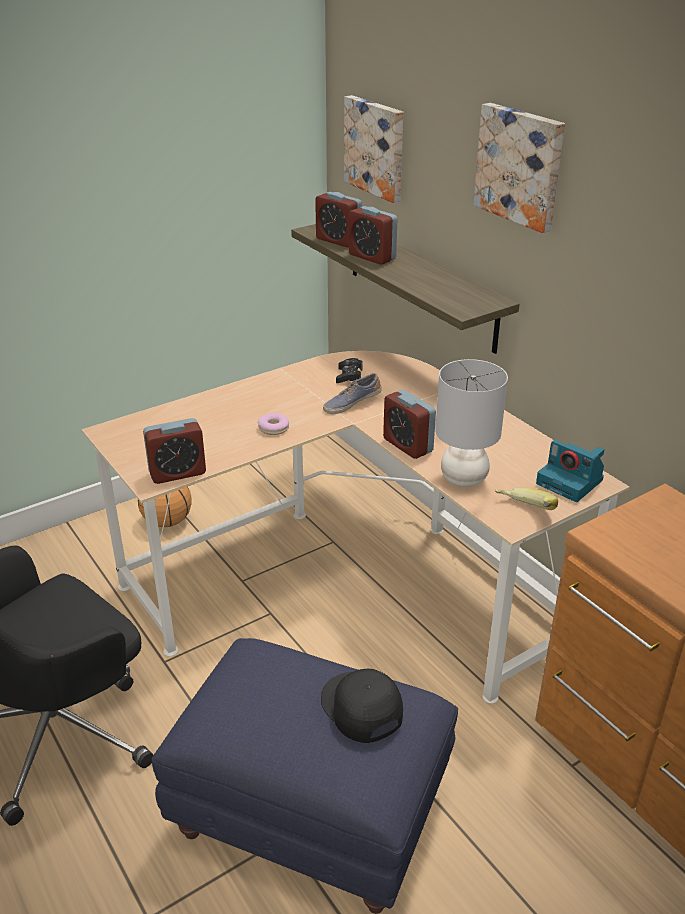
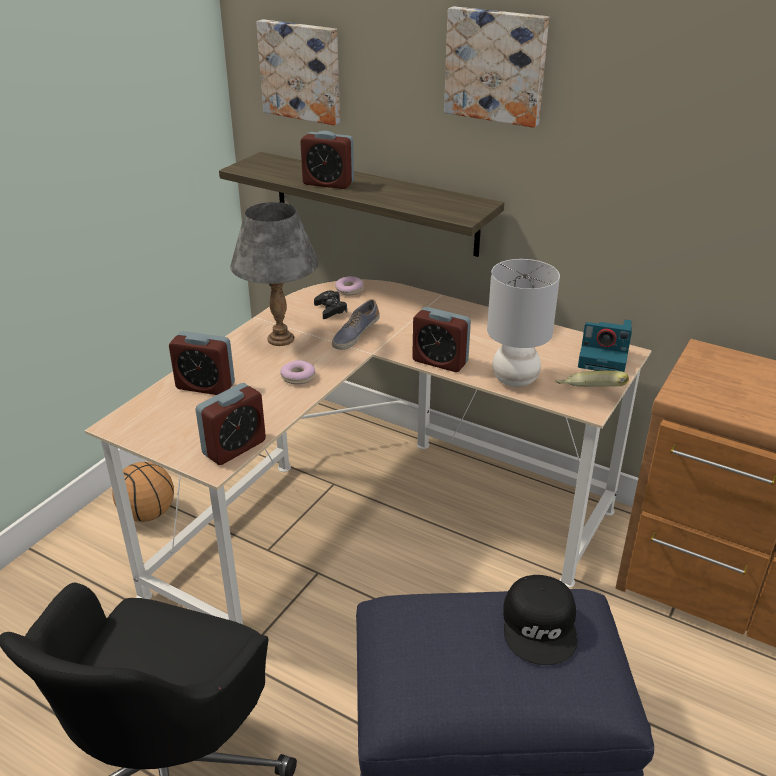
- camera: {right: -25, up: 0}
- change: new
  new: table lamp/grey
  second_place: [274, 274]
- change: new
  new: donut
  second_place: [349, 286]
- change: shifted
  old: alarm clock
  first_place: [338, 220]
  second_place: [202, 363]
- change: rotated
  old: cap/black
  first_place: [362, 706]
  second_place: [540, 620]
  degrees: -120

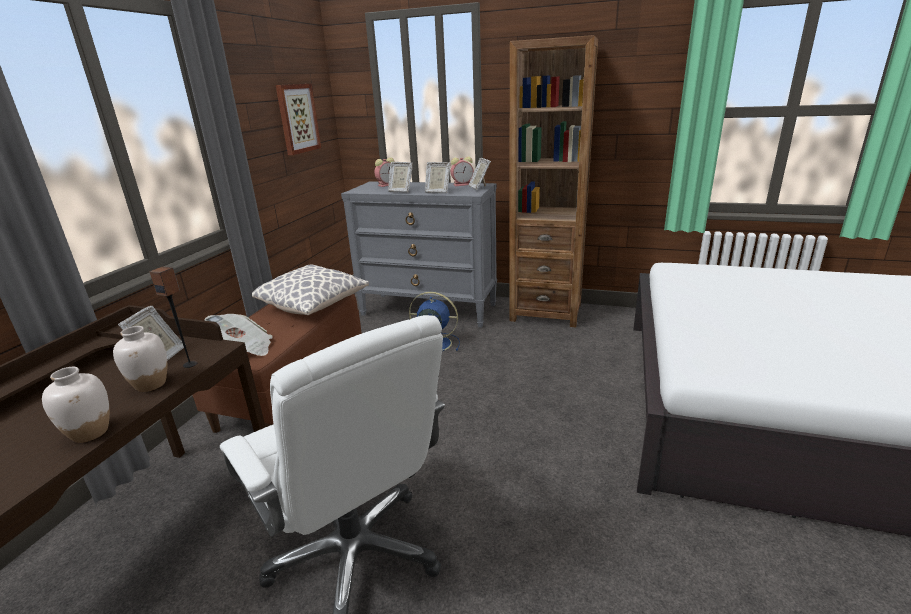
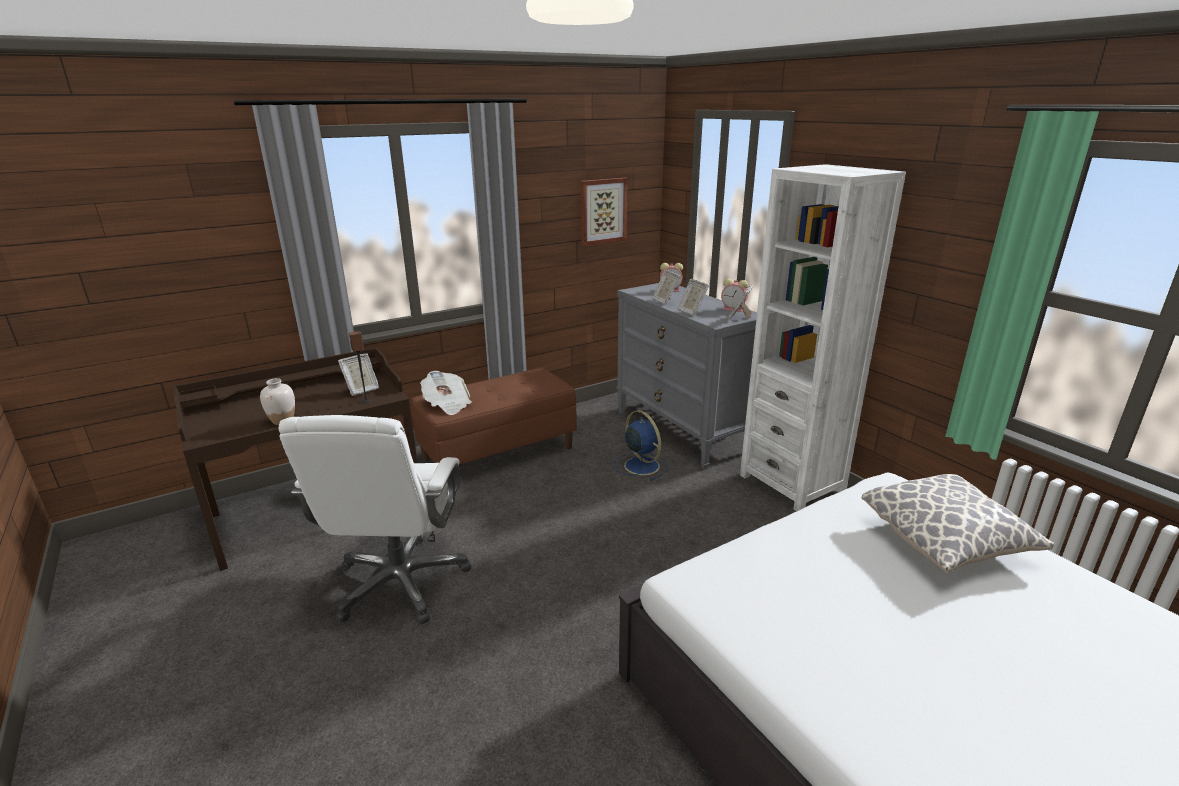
- camera: {right: 40, up: 0}
- change: gone
  old: vase/white
  first_place: [140, 359]
- change: shifted
  old: pillow
  first_place: [310, 290]
  second_place: [957, 523]
- change: repainted
  old: bookcase/brown
  new: bookcase/white
  first_place: [553, 181]
  second_place: [823, 337]

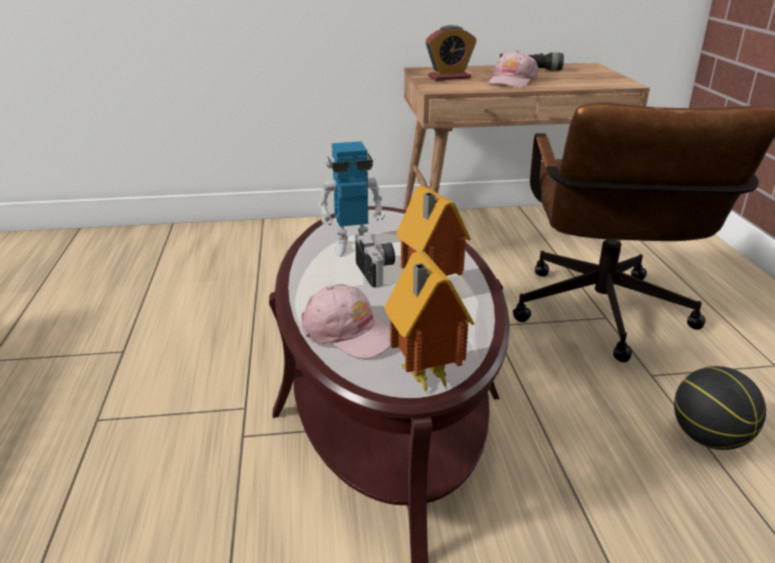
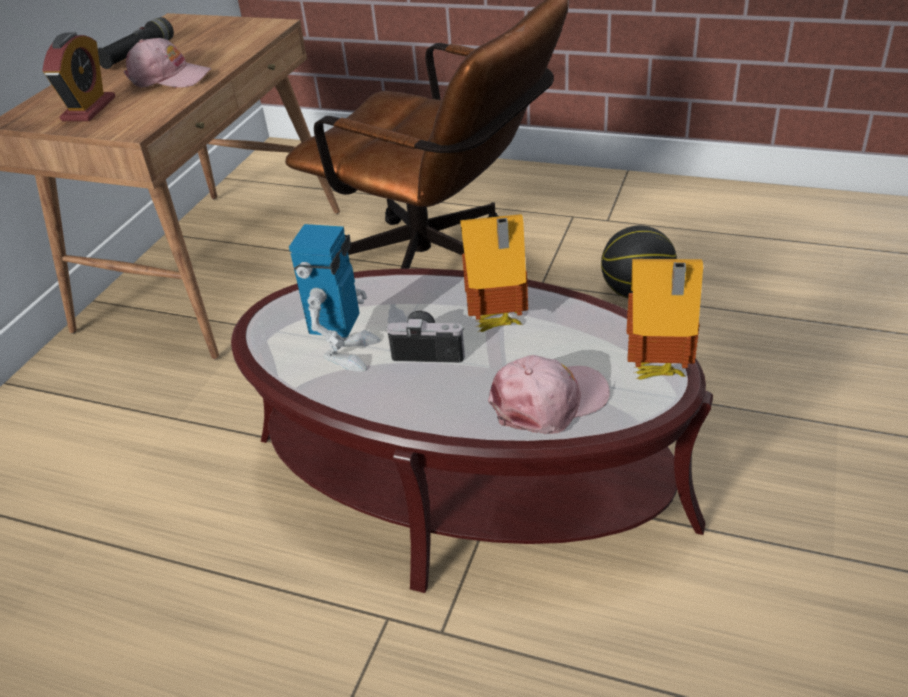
- camera: {right: -60, up: 10}
- change: rotated
  old: cap/pink
  first_place: [513, 69]
  second_place: [167, 63]
  degrees: -45

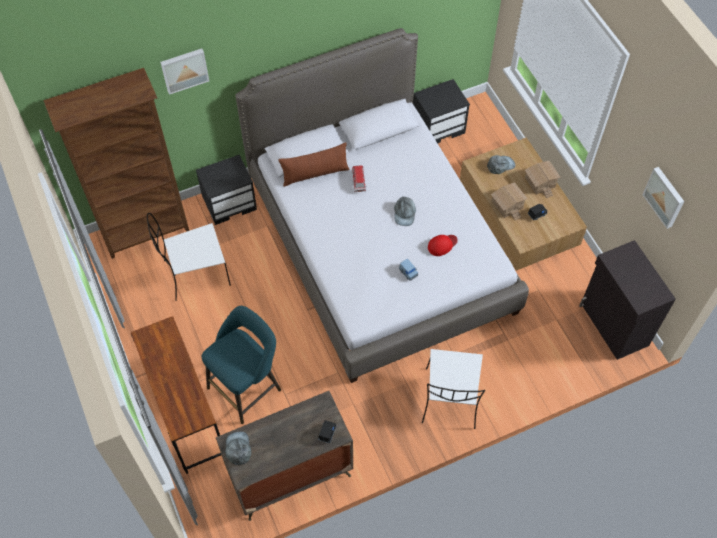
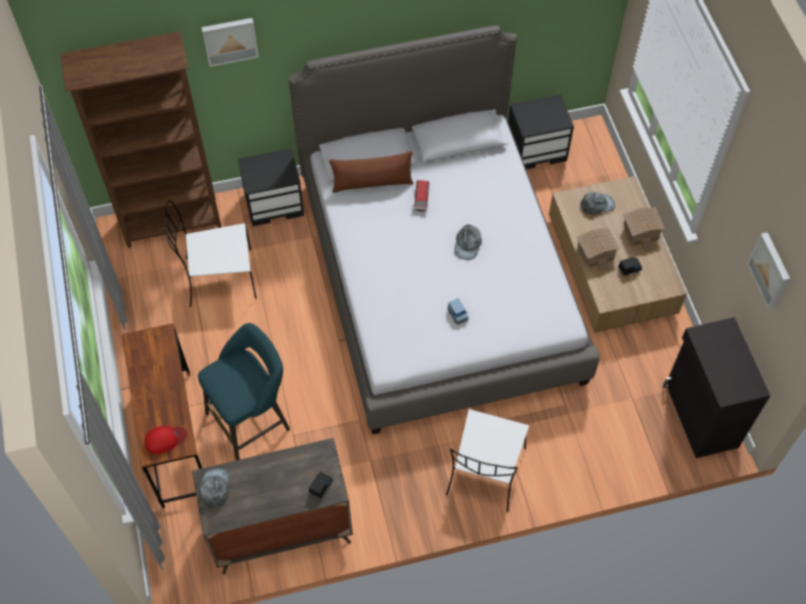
- camera: {right: 10, up: 0}
- change: shifted
  old: cap/red
  first_place: [443, 245]
  second_place: [166, 440]

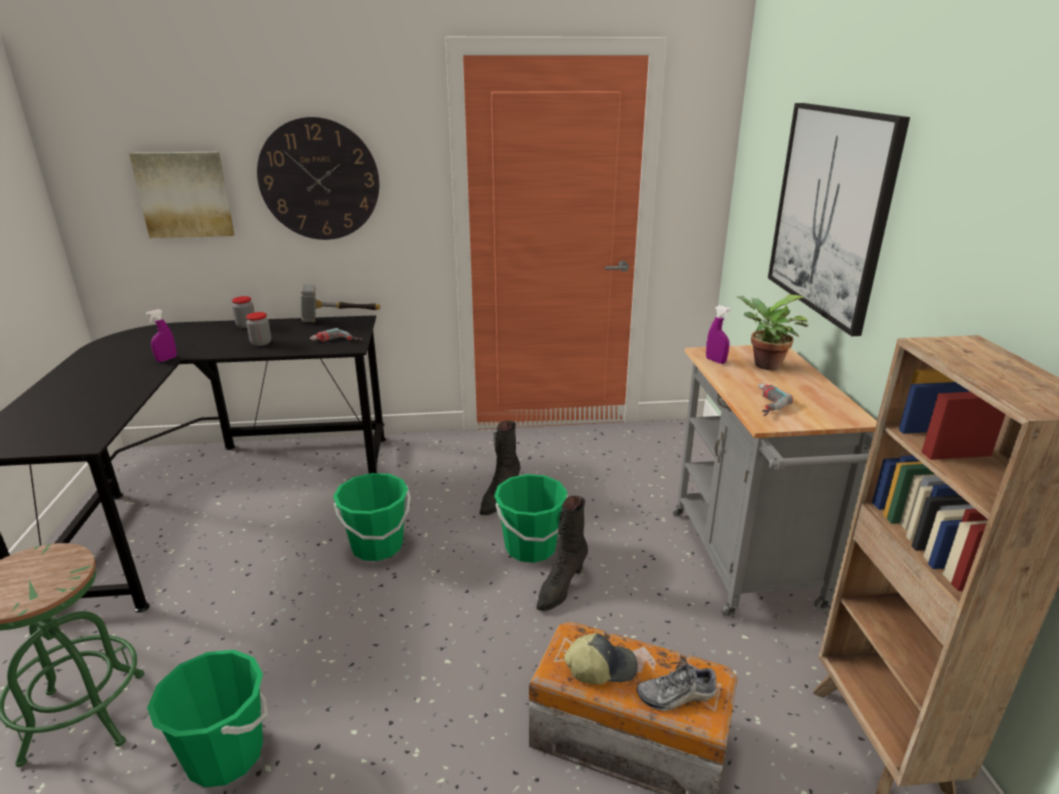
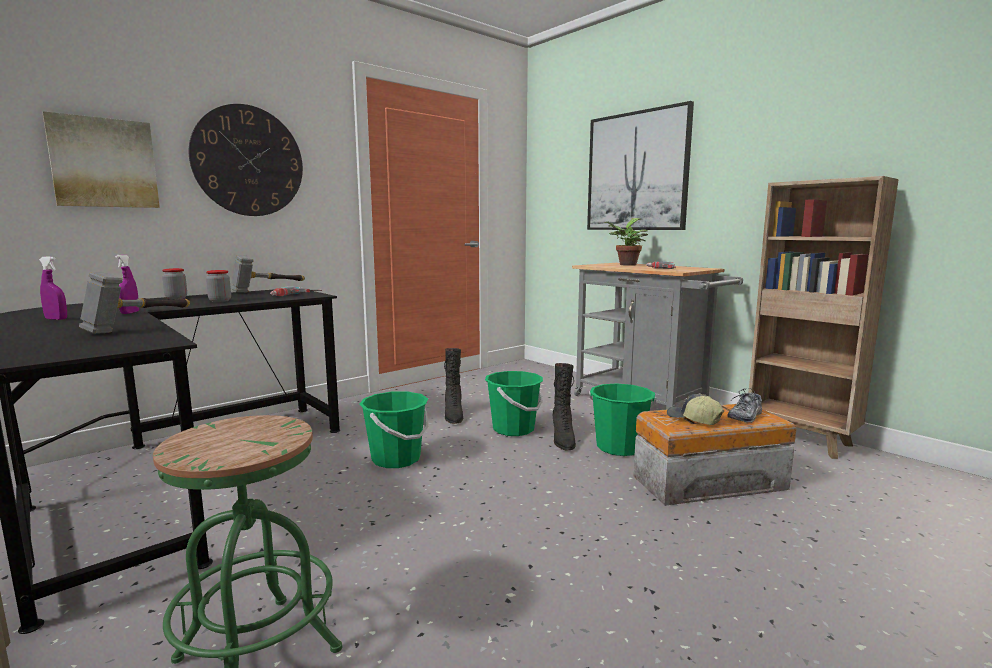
- camera: {right: -35, up: -15}
- change: new
  new: hammer
  second_place: [134, 303]
- change: shifted
  old: bucket/green
  first_place: [207, 718]
  second_place: [622, 419]
- change: shifted
  old: spray bottle/purple
  first_place: [719, 334]
  second_place: [53, 288]
- change: rotated
  old: cap
  first_place: [601, 659]
  second_place: [695, 409]
  degrees: -90

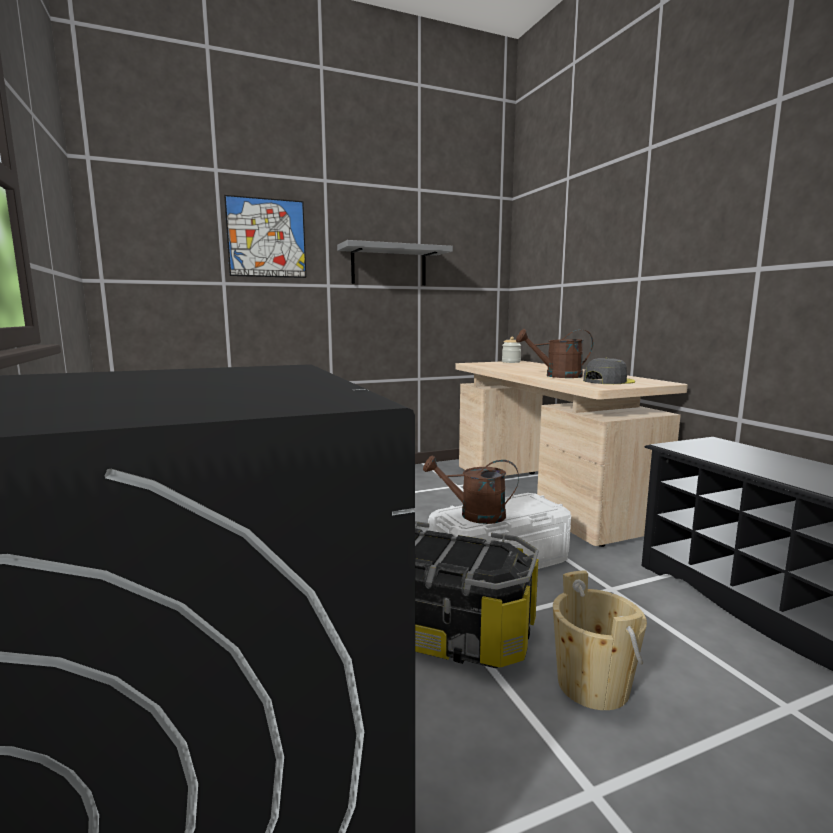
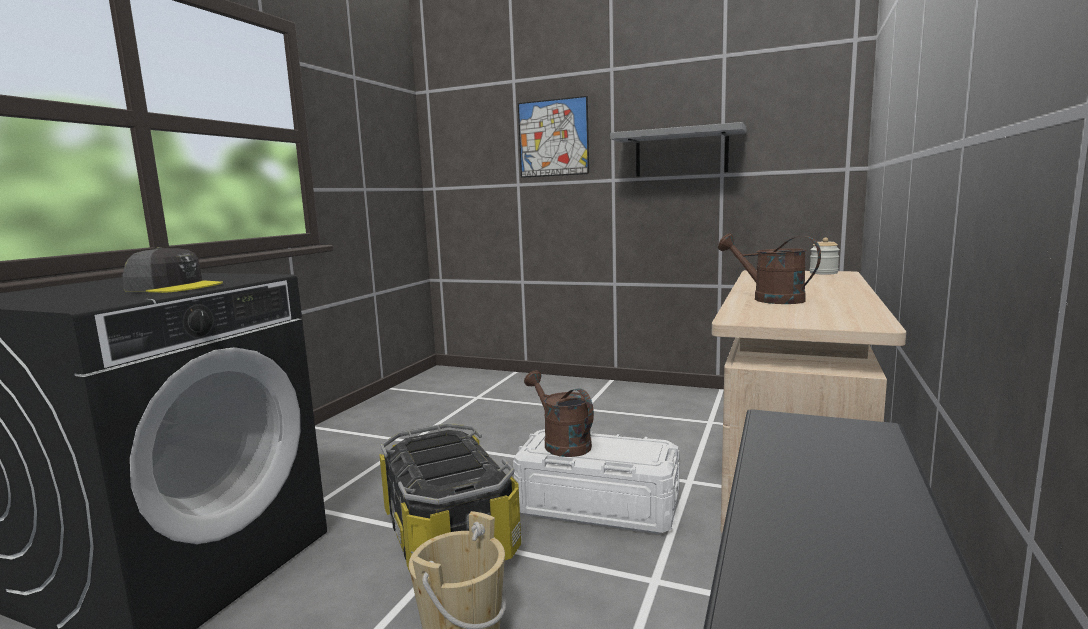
- camera: {right: 45, up: 0}
- change: shifted
  old: cap/grey
  first_place: [609, 370]
  second_place: [173, 270]

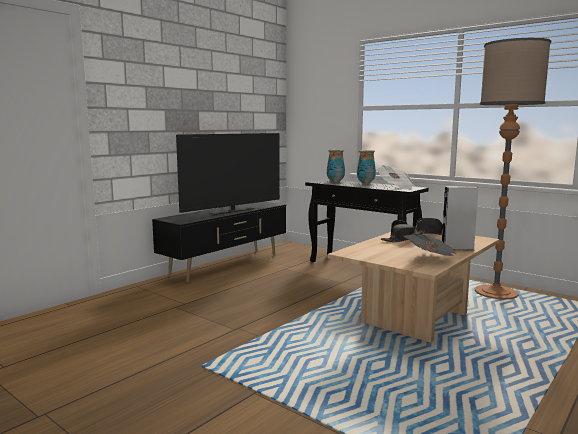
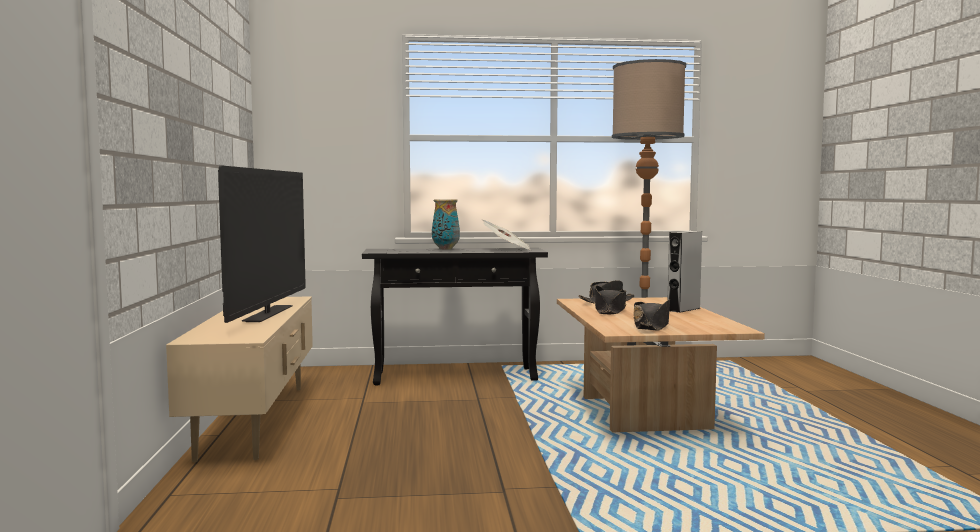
- camera: {right: -45, up: -5}
- change: gone
  old: vase
  first_place: [336, 166]
- change: gone
  old: newspaper
  first_place: [429, 245]
- change: new
  new: hat/black
  second_place: [652, 315]
- change: repainted
  old: tv stand/black
  new: tv stand/beige
  first_place: [219, 242]
  second_place: [239, 379]

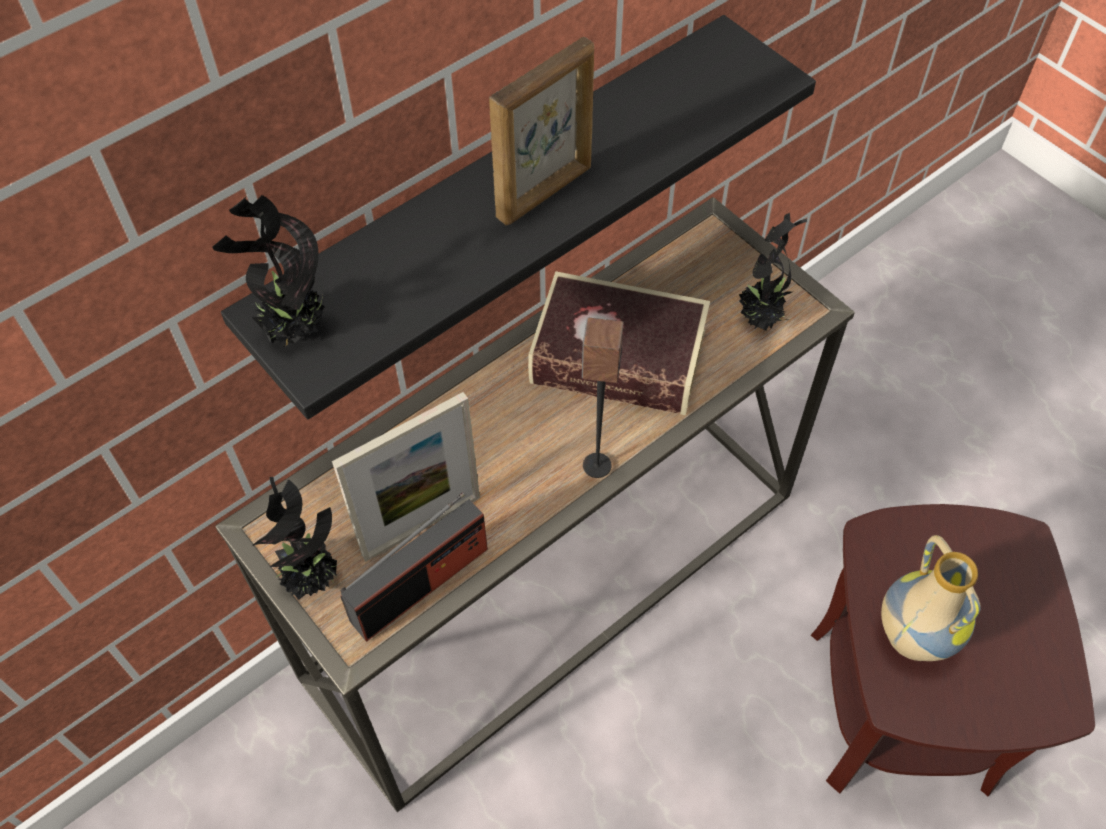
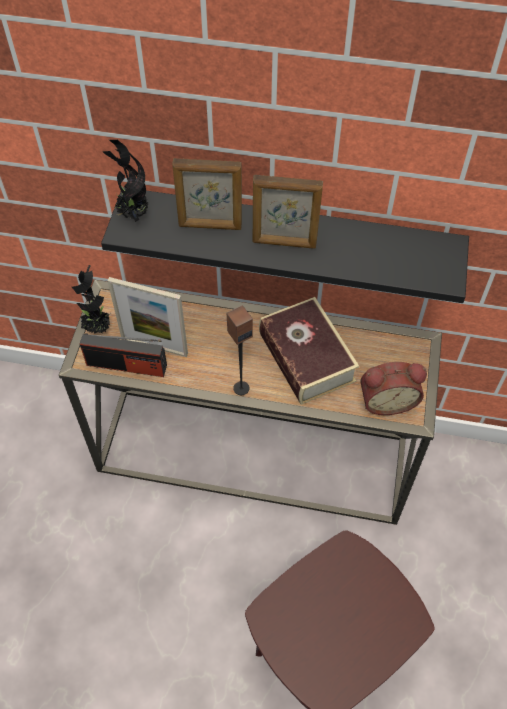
- camera: {right: 50, up: 0}
- change: gone
  old: vase
  first_place: [931, 598]
- change: new
  new: picture frame
  second_place: [207, 194]
- change: swapped
  old: potted plant
  new: alarm clock
  first_place: [773, 272]
  second_place: [393, 388]

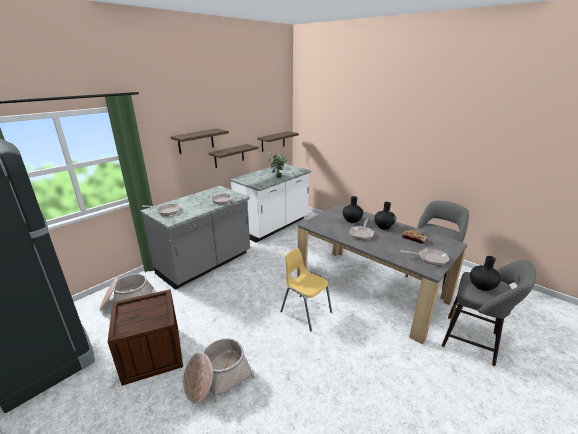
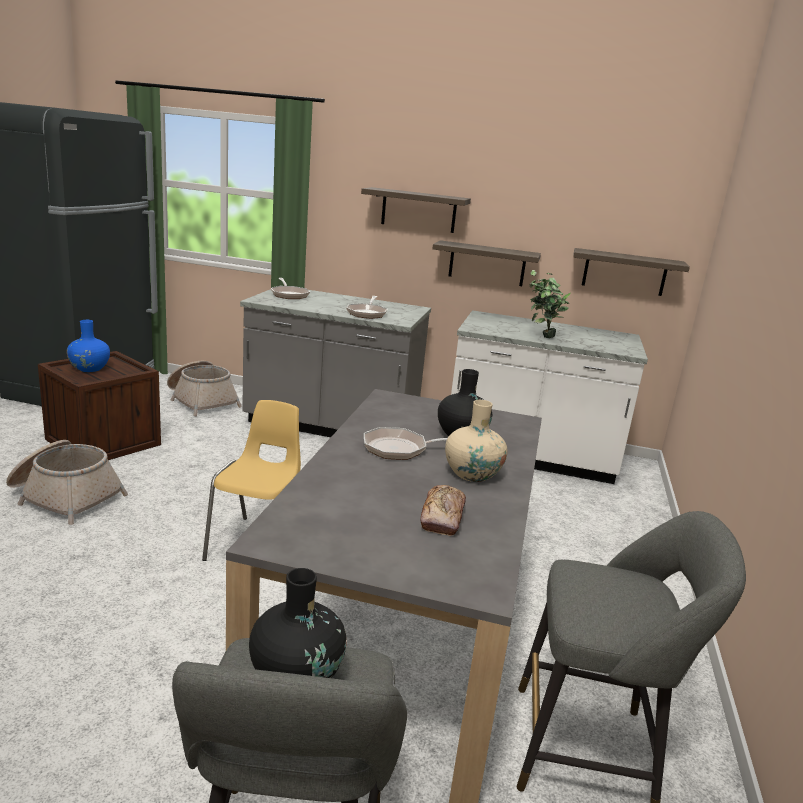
- camera: {right: 60, up: -5}
- change: gone
  old: frying pan
  first_place: [425, 256]
- change: new
  new: vase/blue
  second_place: [88, 346]
- change: repainted
  old: vase/black
  new: vase/beige
  first_place: [385, 216]
  second_place: [476, 441]

